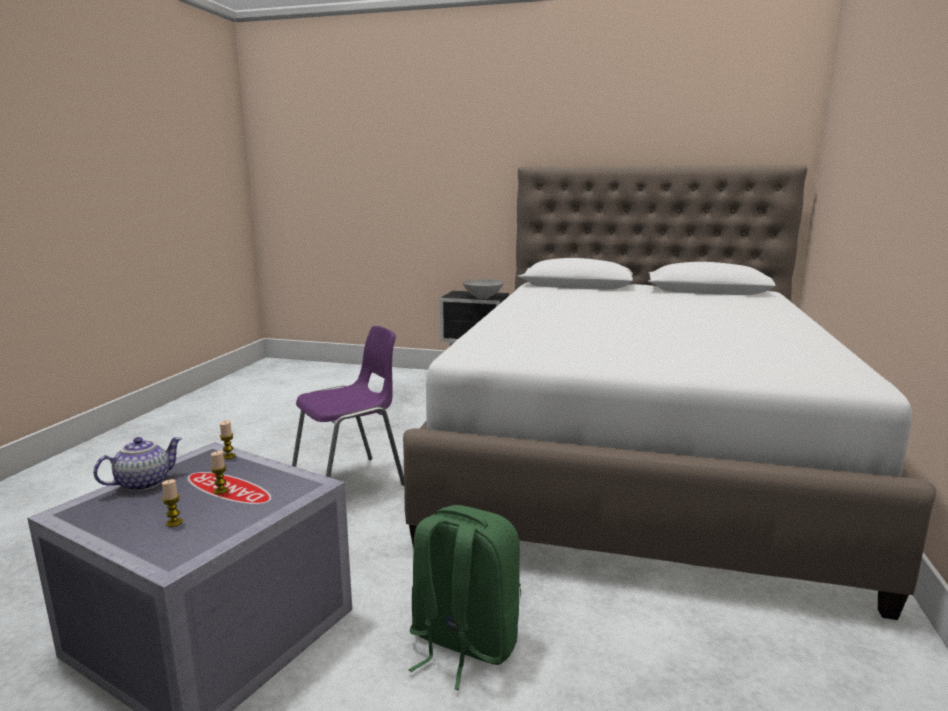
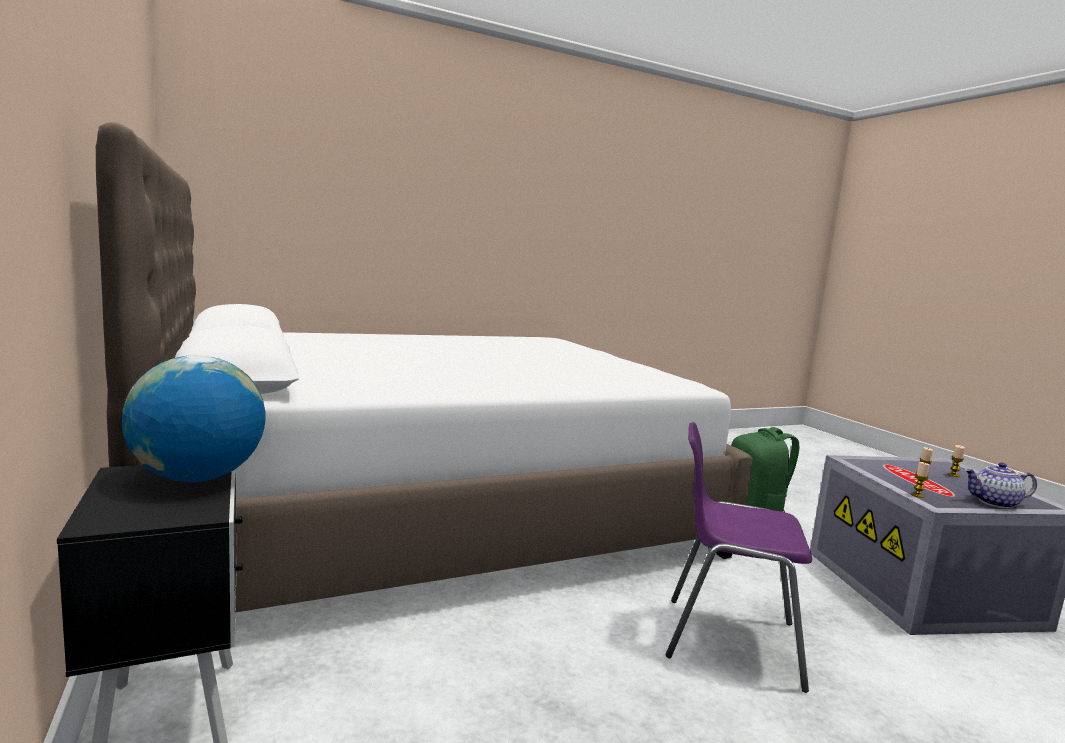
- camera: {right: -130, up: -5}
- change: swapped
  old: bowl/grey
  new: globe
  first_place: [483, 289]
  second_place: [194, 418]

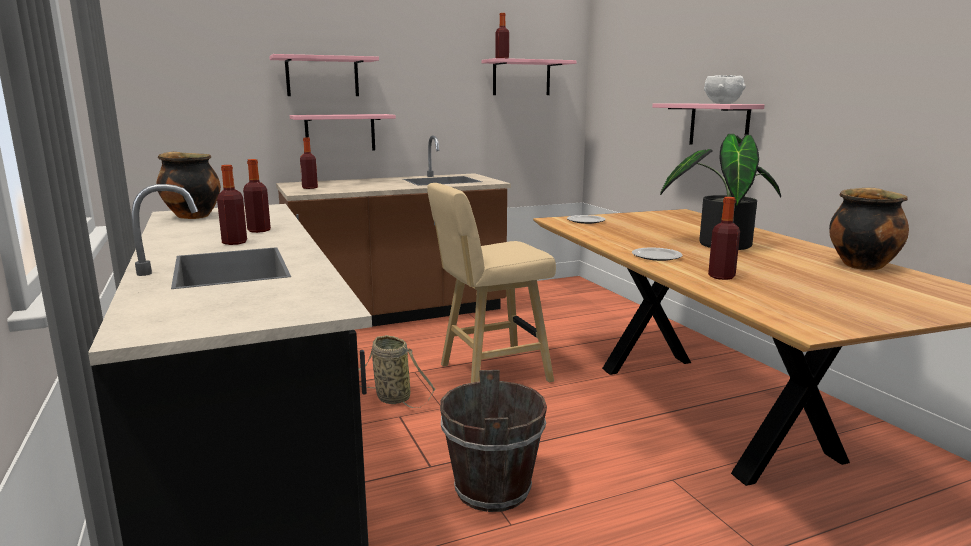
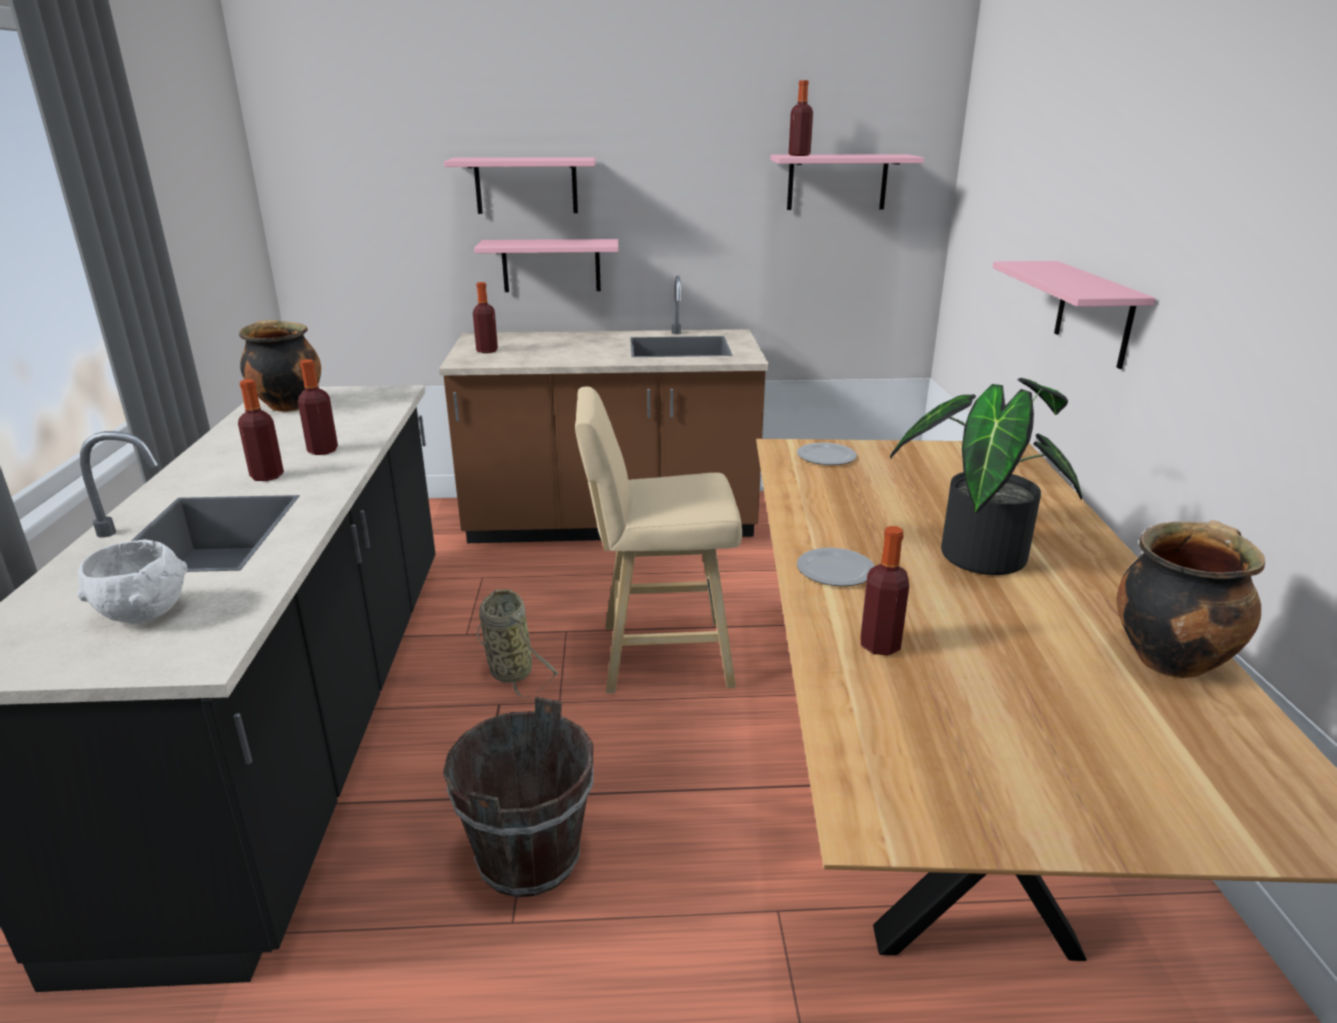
- camera: {right: 20, up: 10}
- change: shifted
  old: bowl/white
  first_place: [725, 89]
  second_place: [132, 581]

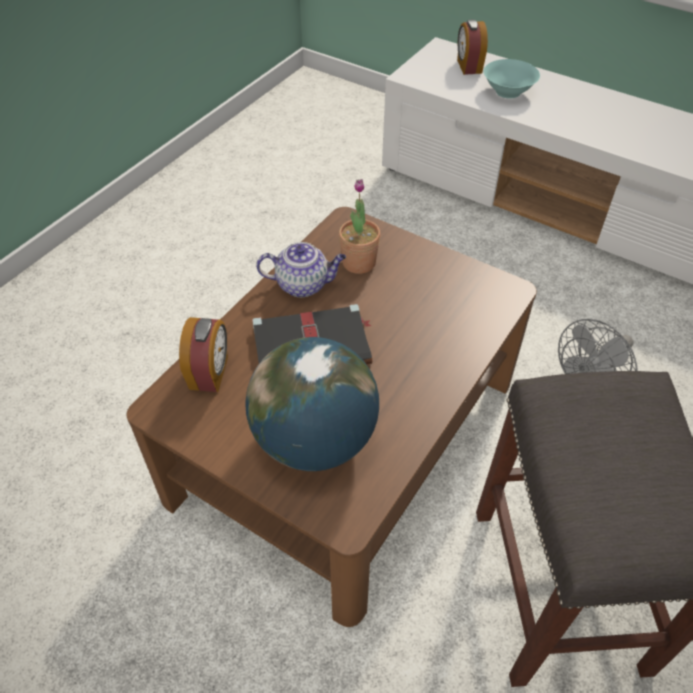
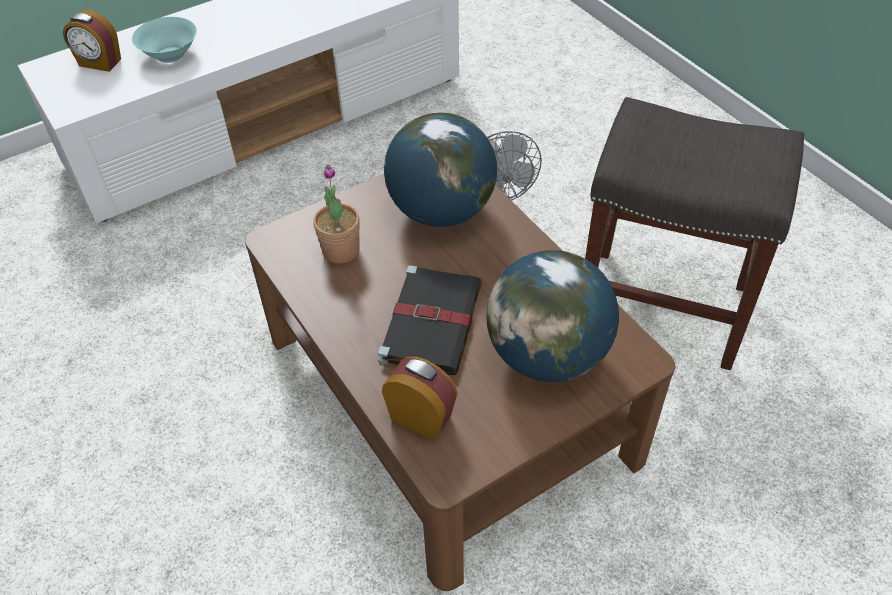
- camera: {right: -65, up: 0}
- change: gone
  old: teapot
  first_place: [301, 269]
- change: new
  new: globe
  second_place: [440, 170]

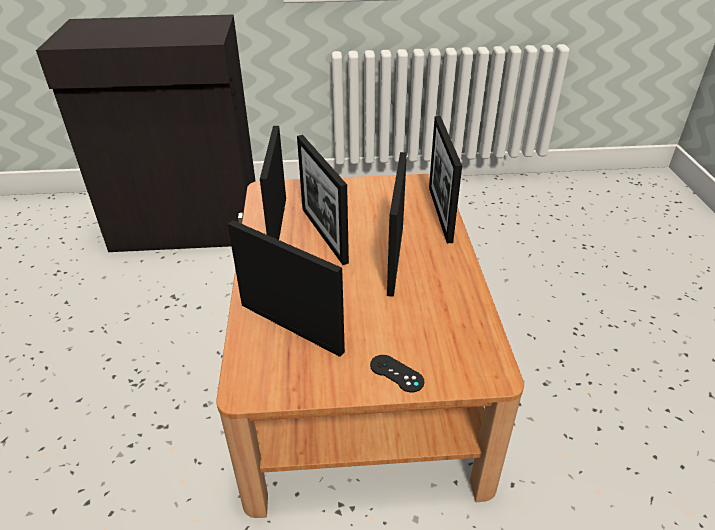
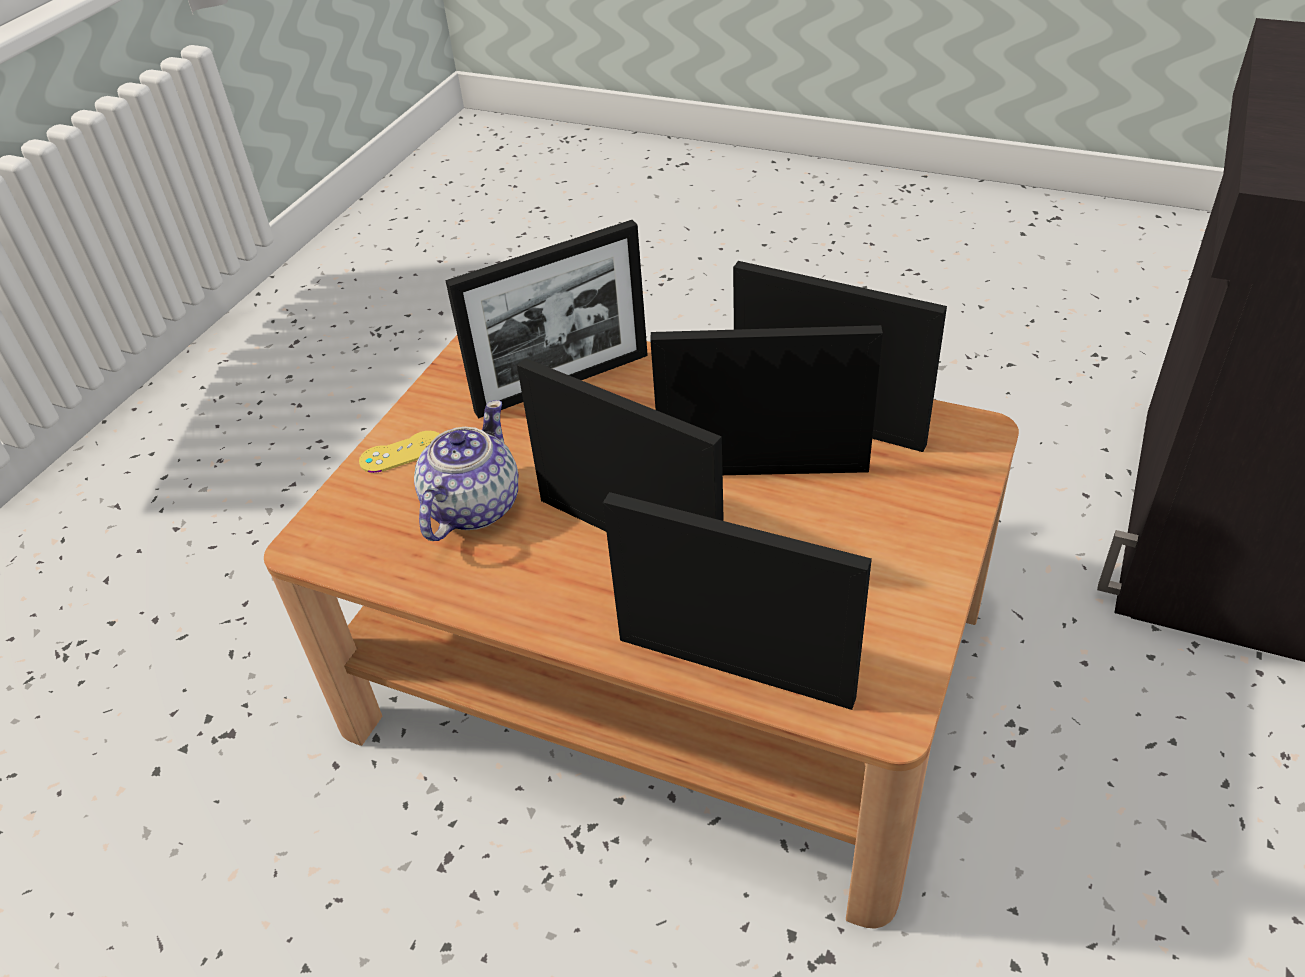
- camera: {right: 120, up: 5}
- change: new
  new: teapot
  second_place: [466, 470]
- change: repainted
  old: game controller/black
  new: game controller/yellow
  first_place: [397, 373]
  second_place: [399, 452]

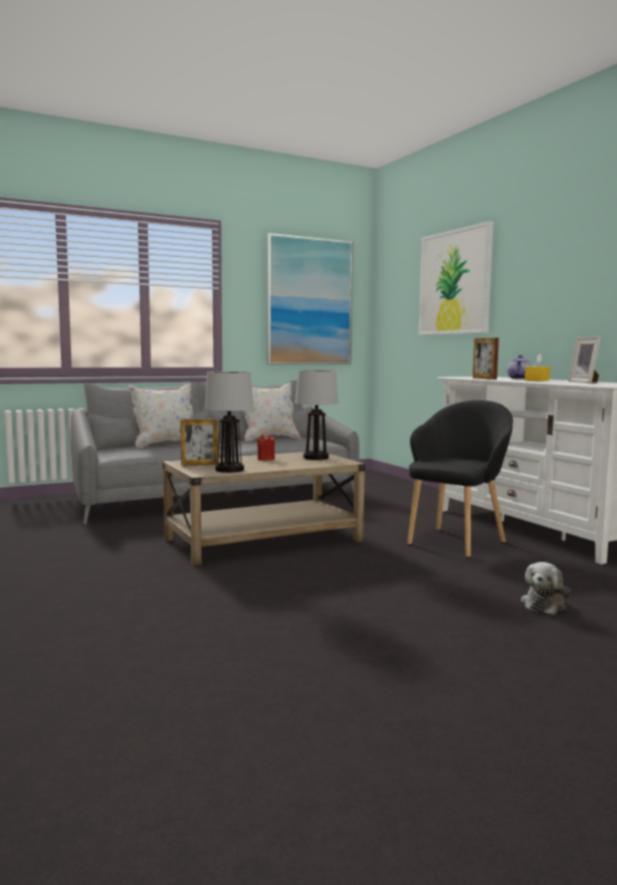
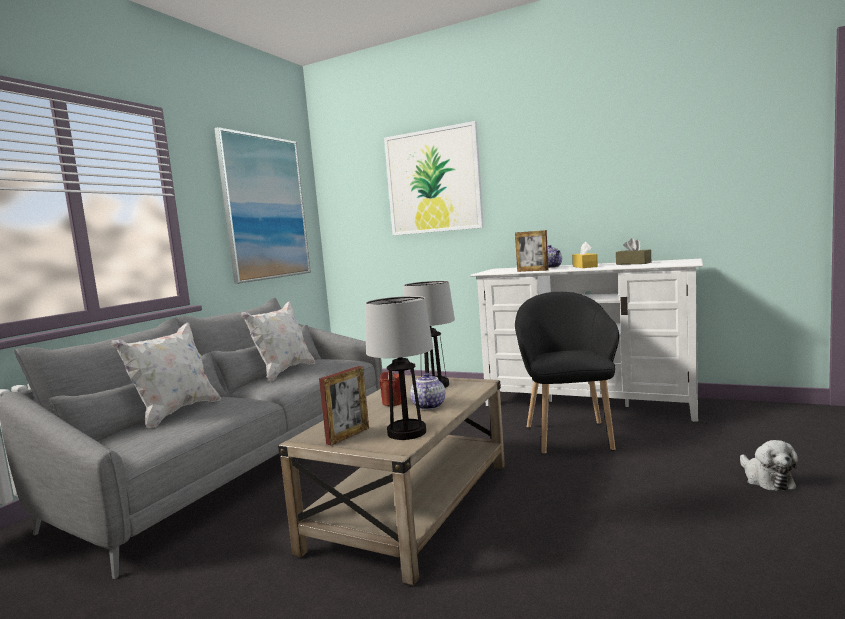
- camera: {right: -35, up: 0}
- change: new
  new: teapot
  second_place: [427, 391]
- change: swapped
  old: picture frame
  new: tissue box/brown
  first_place: [584, 360]
  second_place: [633, 251]

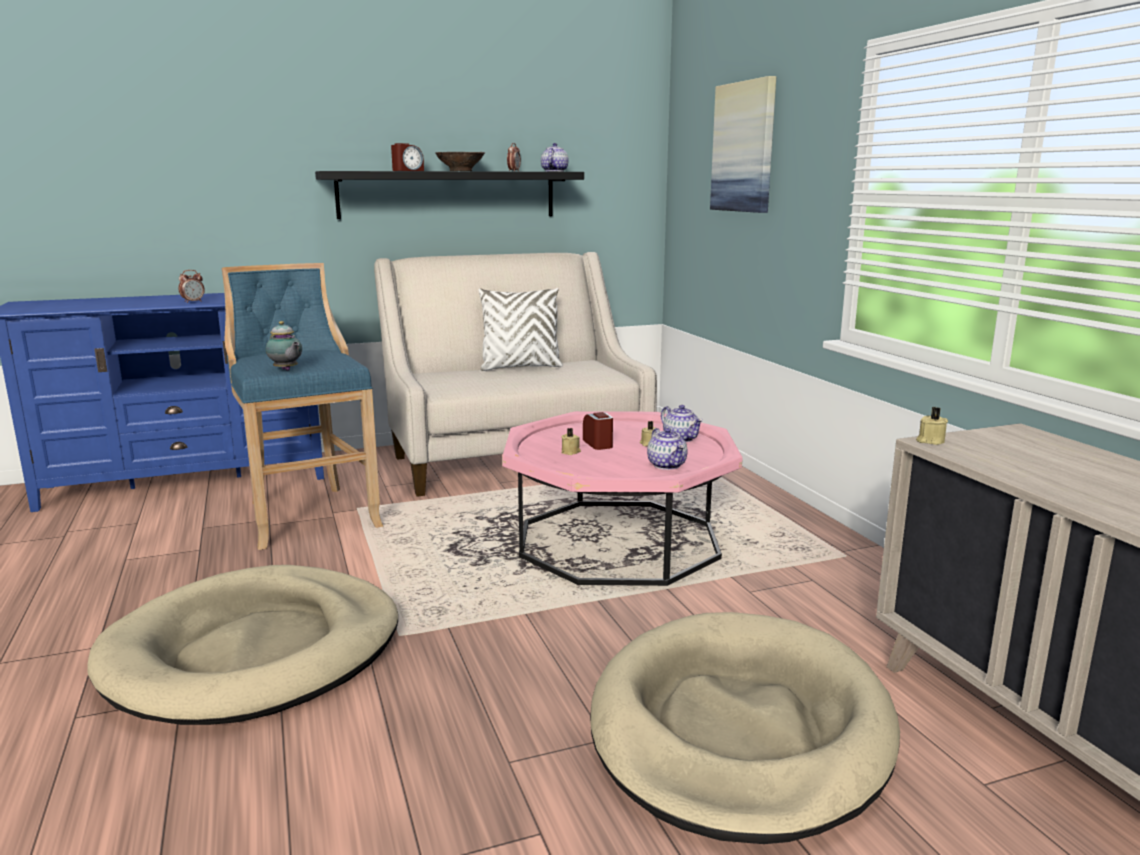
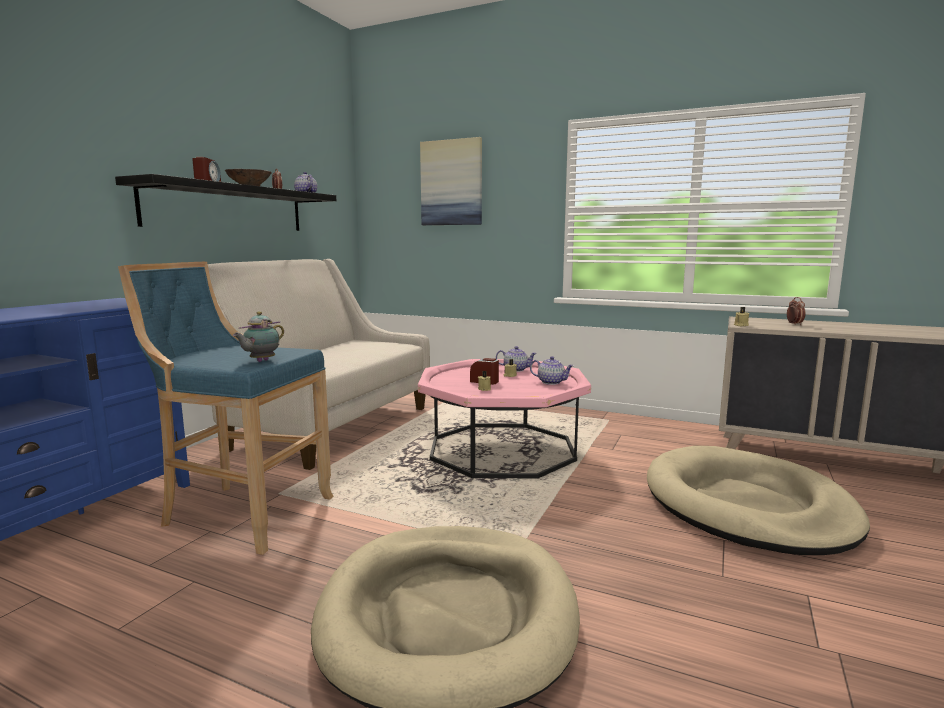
- camera: {right: -45, up: -5}
- change: gone
  old: pillow/white
  first_place: [520, 329]
- change: shifted
  old: alarm clock
  first_place: [191, 286]
  second_place: [796, 311]
- change: rotated
  old: teapot
  first_place: [283, 346]
  second_place: [258, 336]
  degrees: 120

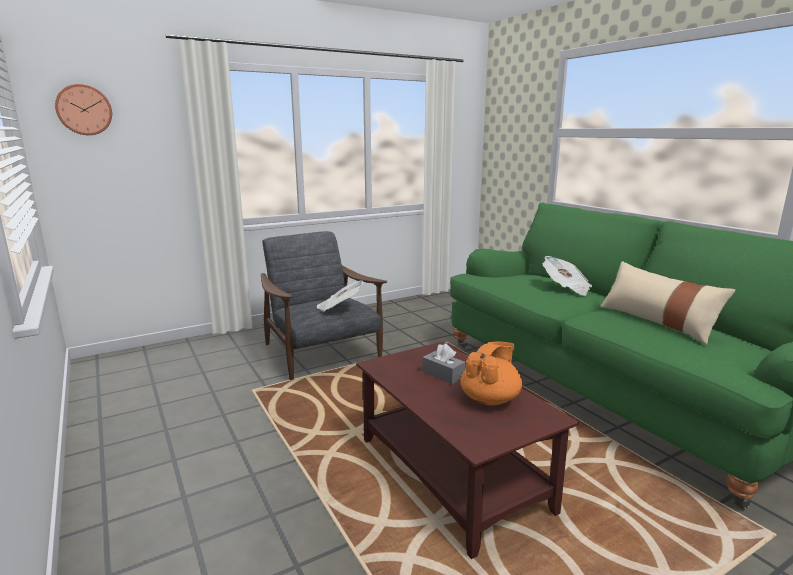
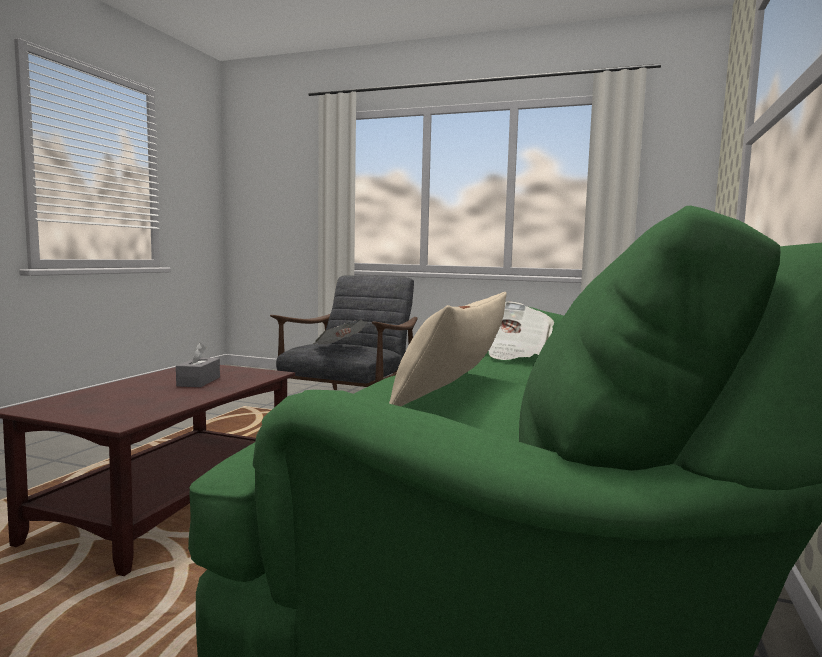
- camera: {right: 50, up: -10}
- change: gone
  old: wall clock
  first_place: [83, 109]
- change: gone
  old: teapot/orange
  first_place: [491, 373]

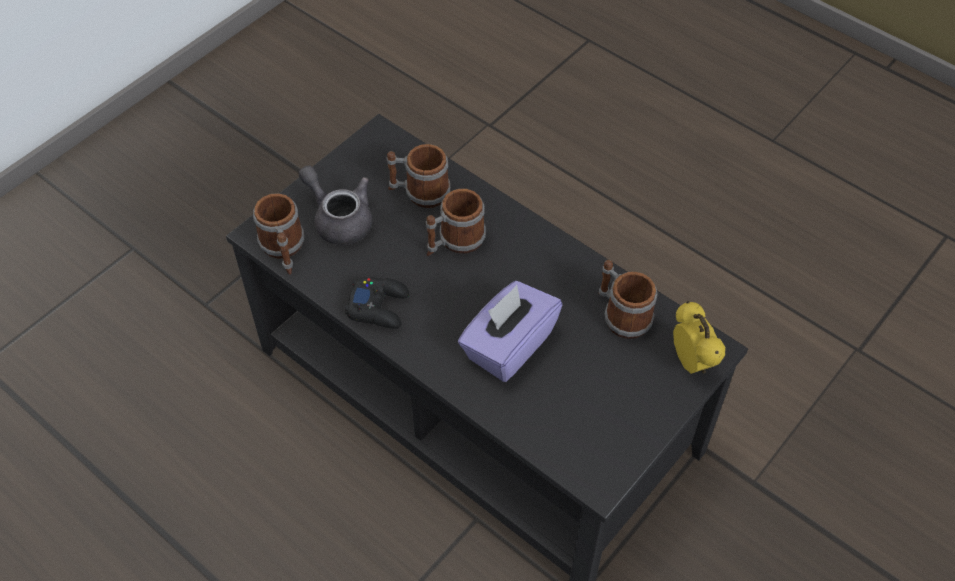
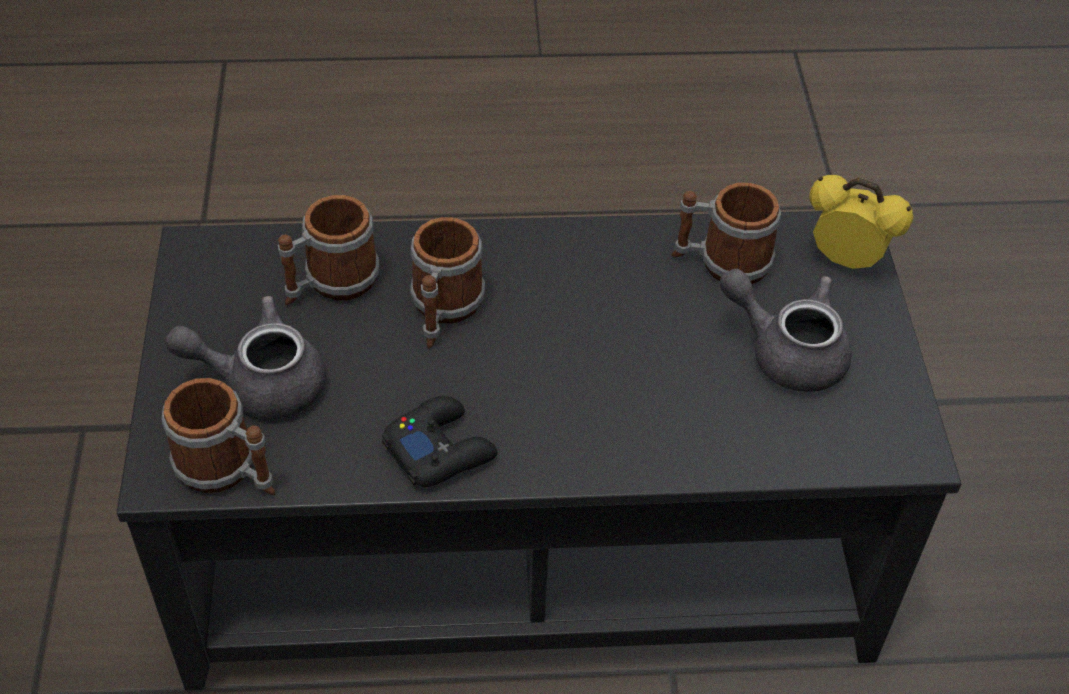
- camera: {right: -45, up: -5}
- change: gone
  old: tissue box/purple
  first_place: [510, 331]
- change: new
  new: teapot/grey
  second_place: [785, 330]

